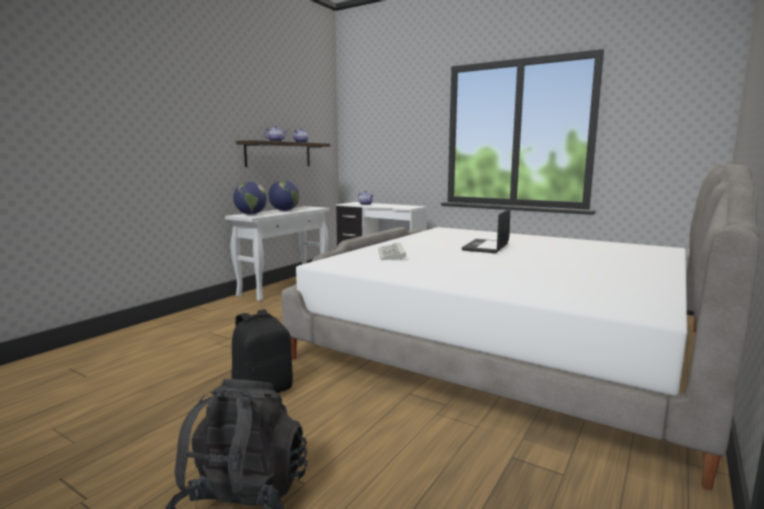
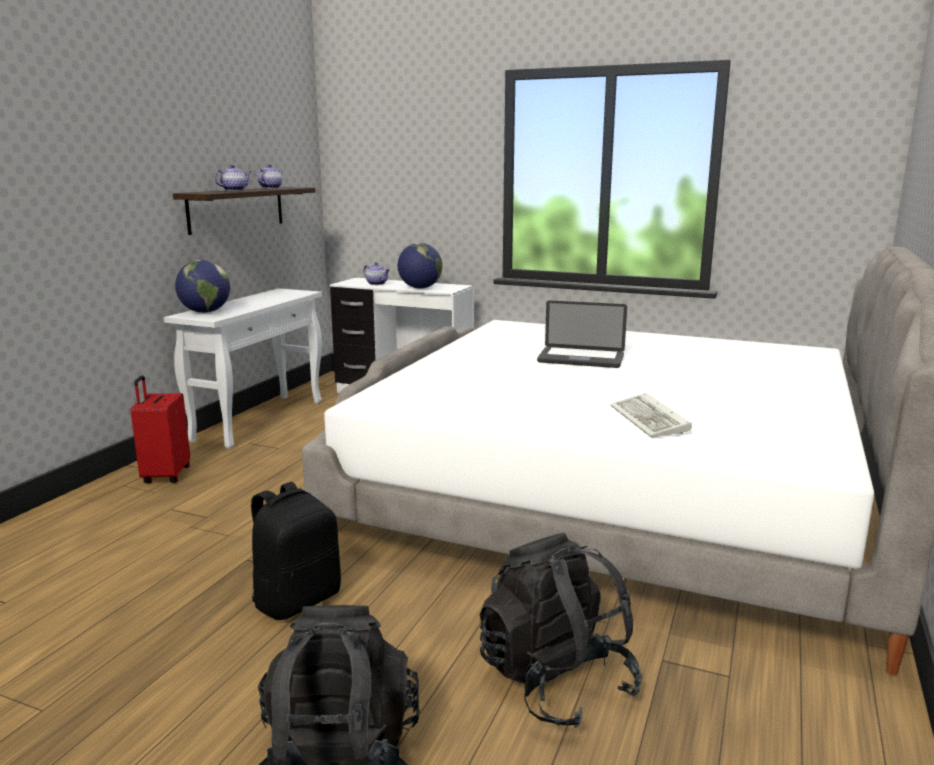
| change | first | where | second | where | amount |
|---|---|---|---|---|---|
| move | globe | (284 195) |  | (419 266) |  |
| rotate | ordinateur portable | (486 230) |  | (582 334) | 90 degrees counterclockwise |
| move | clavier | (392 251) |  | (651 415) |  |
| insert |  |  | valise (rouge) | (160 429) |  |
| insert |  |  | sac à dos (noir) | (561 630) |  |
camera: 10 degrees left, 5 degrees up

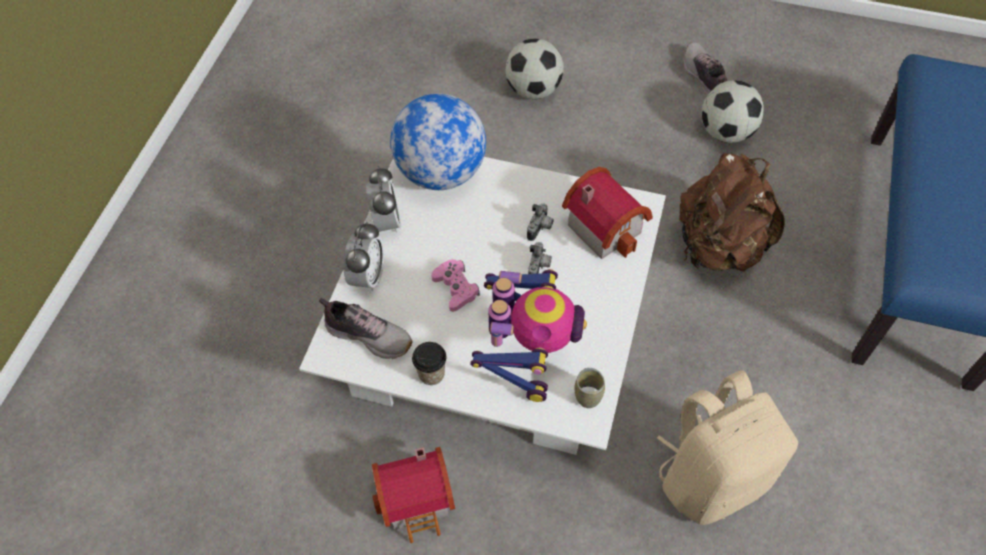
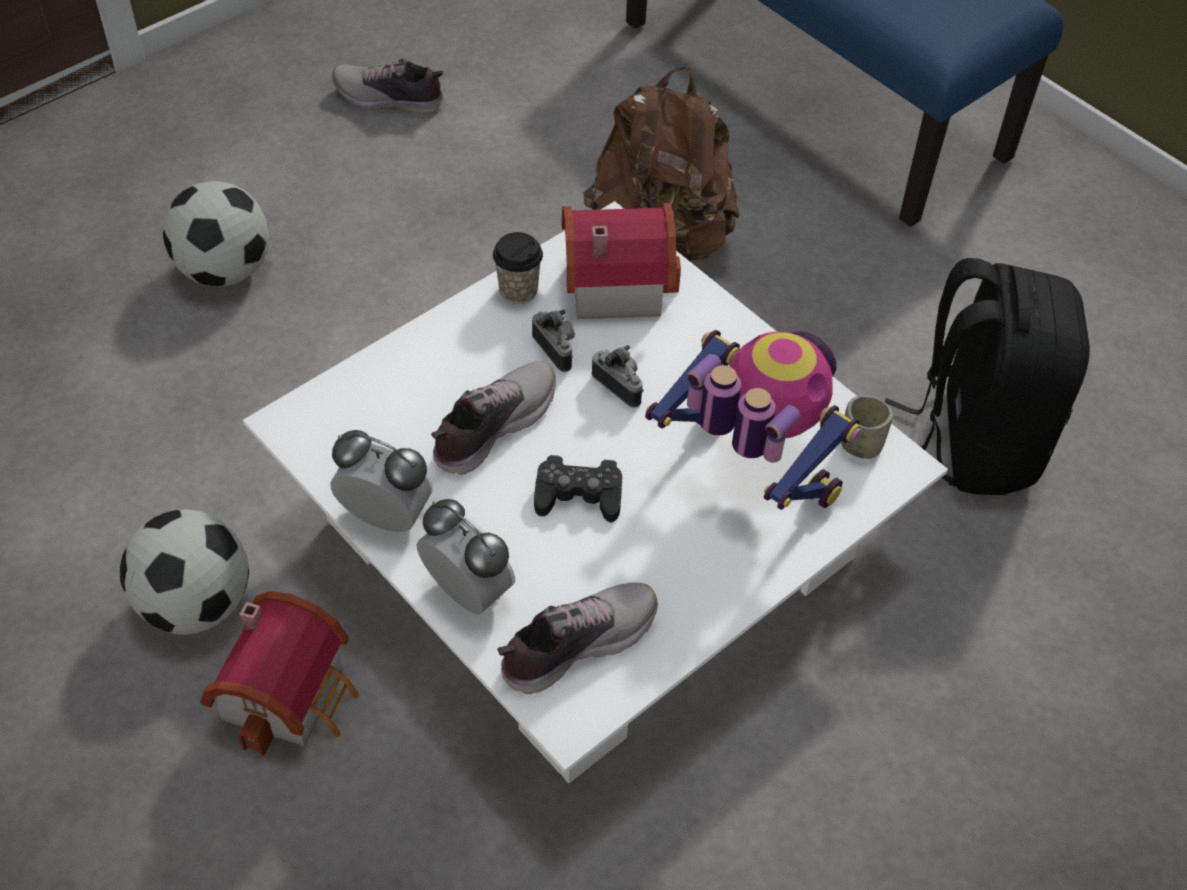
| change | first | where | second | where | amount |
|---|---|---|---|---|---|
| move | ballon de foot | (733 111) |  | (184 572) |  |
| delete | globe | (438 141) |  |  |  |
| recolor | manette (rose) | (455 285) | manette (noir) | (578 488) |  |
| move | tasse | (429 363) |  | (518 268) |  |
| recolor | sac à dos (beige) | (727 447) | sac à dos (noir) | (987 376) |  |
| move | maison miniature | (413 495) |  | (279 673) |  |
| insert |  |  | chaussure | (493 418) |  |
camera: 60 degrees left, 5 degrees down

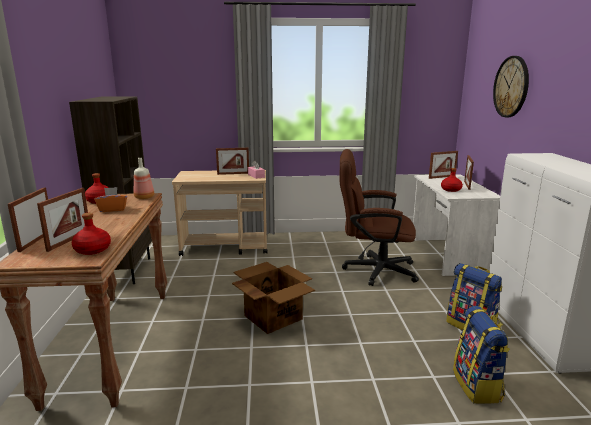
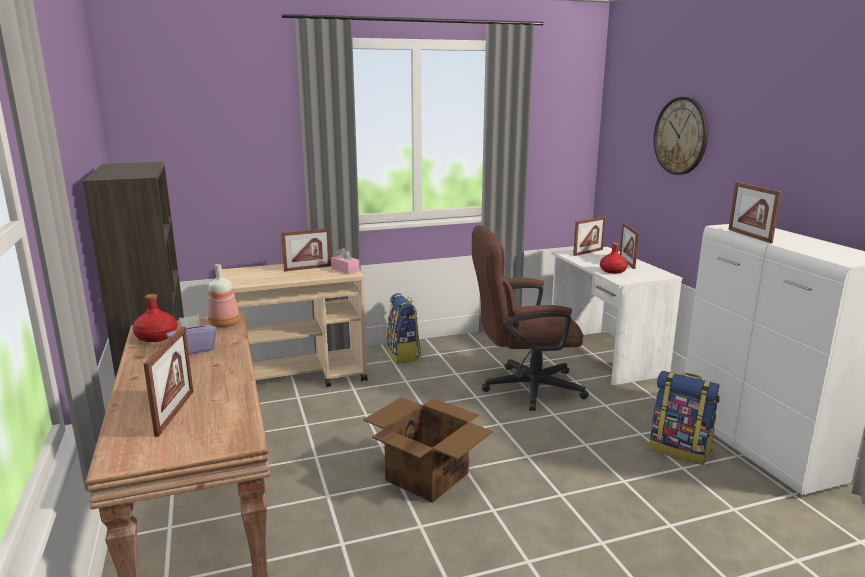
| change | first | where | second | where | amount |
|---|---|---|---|---|---|
| recolor | boîte à mouchoirs (orange) | (111 199) | boîte à mouchoirs (violet) | (191 335) |  |
| move | cadre photo | (28 220) |  | (754 212) |  |
| delete | bouteille (rouge) | (91 234) |  |  |  |
| move | sac à dos | (481 355) |  | (403 328) |  |
camera: 15 degrees left, 0 degrees up

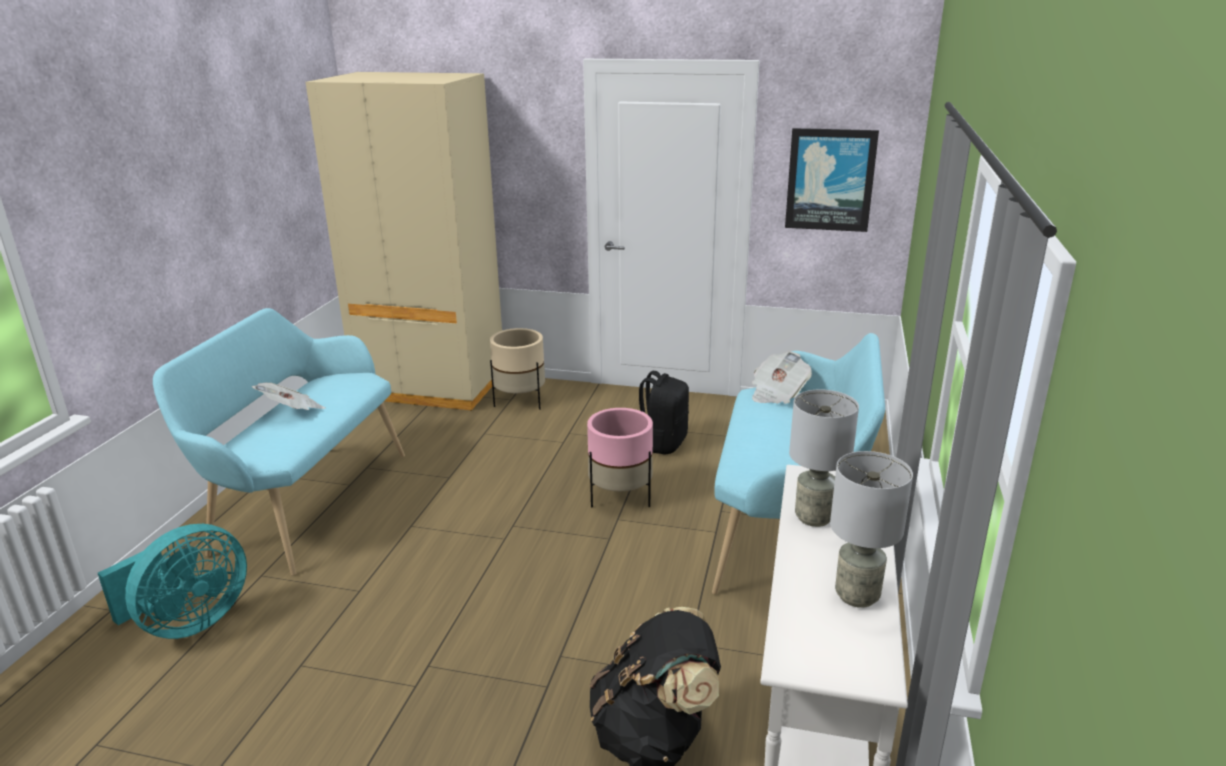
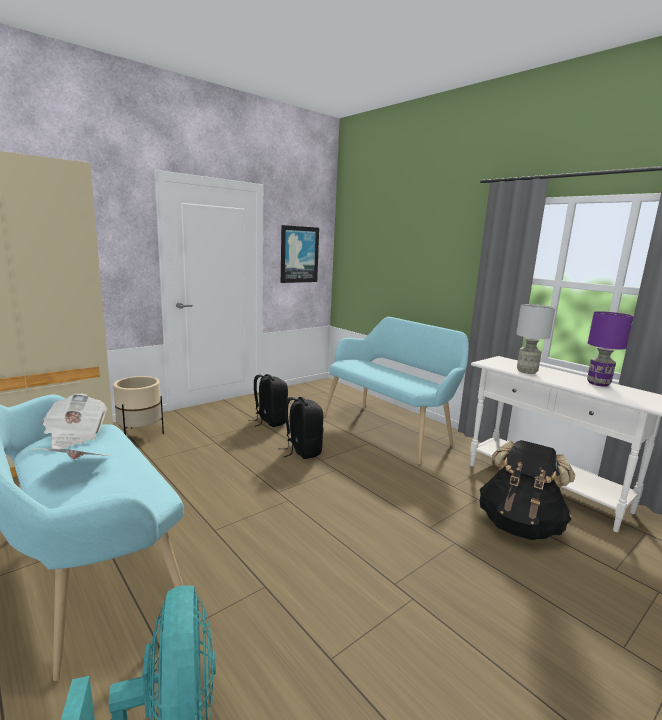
| change | first | where | second | where | amount |
|---|---|---|---|---|---|
| move | journal | (782 378) |  | (74 421) |  |
| replace | cache-pot (rose) | (620 457) | sac à dos (noir) | (301 428) |  |
| recolor | lampe de table (gris) | (871 529) | lampe de table (violet) | (610 349) |  |
camera: 55 degrees left, 10 degrees down

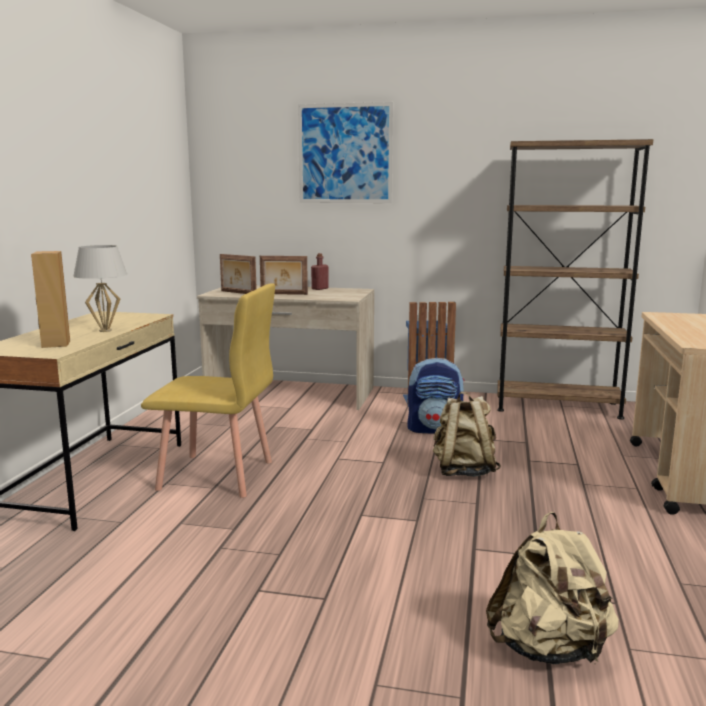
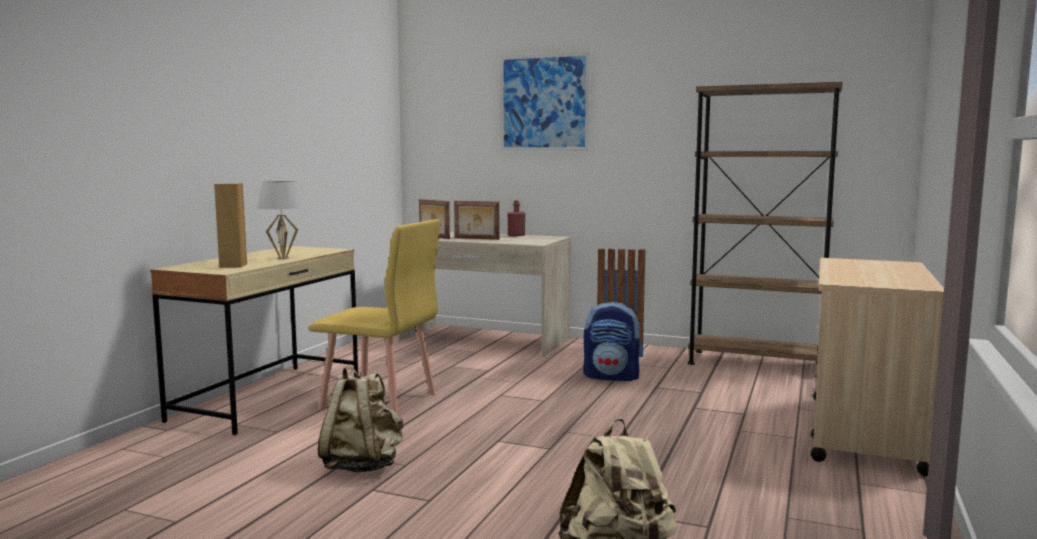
| change | first | where | second | where | amount |
|---|---|---|---|---|---|
| move | sac à dos (beige) | (467 434) |  | (360 419) |  |
camera: 10 degrees right, 5 degrees down

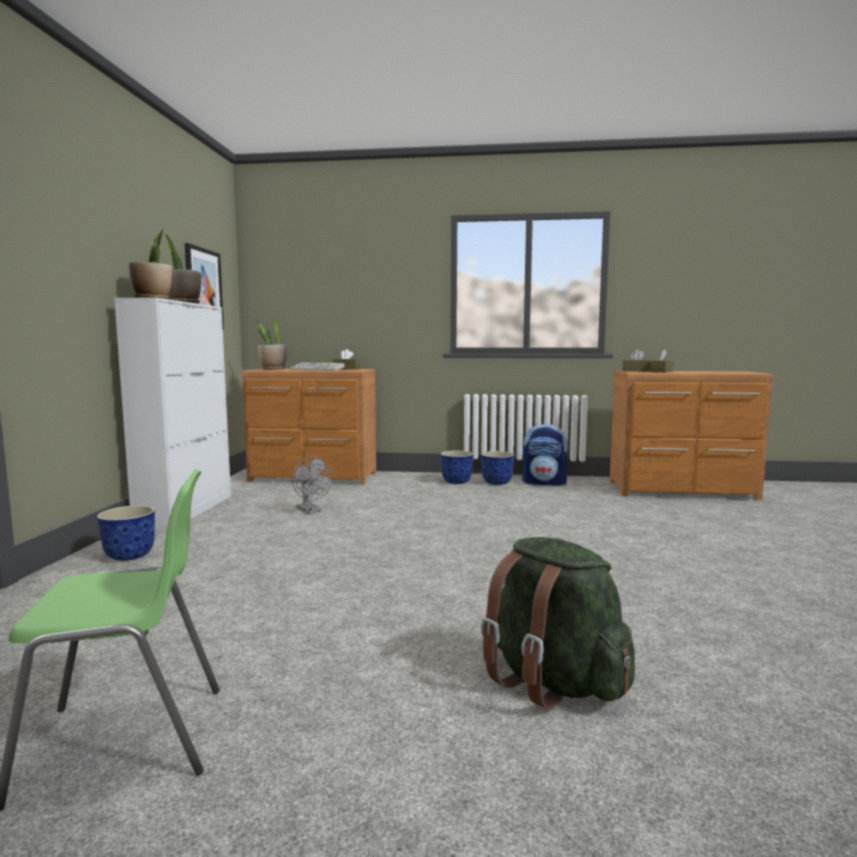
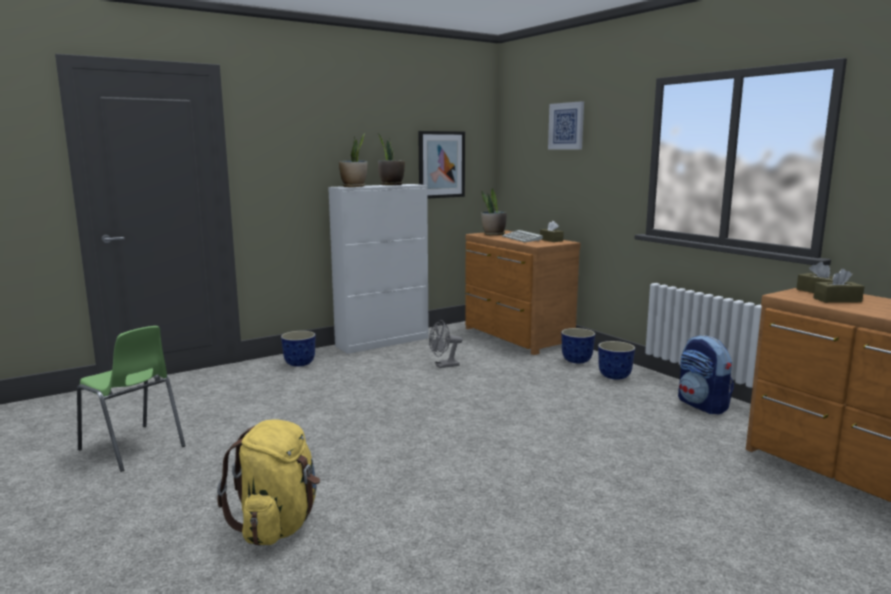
| change | first | where | second | where | amount |
|---|---|---|---|---|---|
| move | cache-pot | (497 468) |  | (578 346) |  |
| rotate | ventilateur (gris) | (312 485) |  | (445 344) | 60 degrees clockwise |
| recolor | sac à dos (vert) | (558 623) | sac à dos (jaune) | (268 482) |  |
| insert |  |  | tableau | (566 125) |  |
camera: 50 degrees right, 5 degrees up

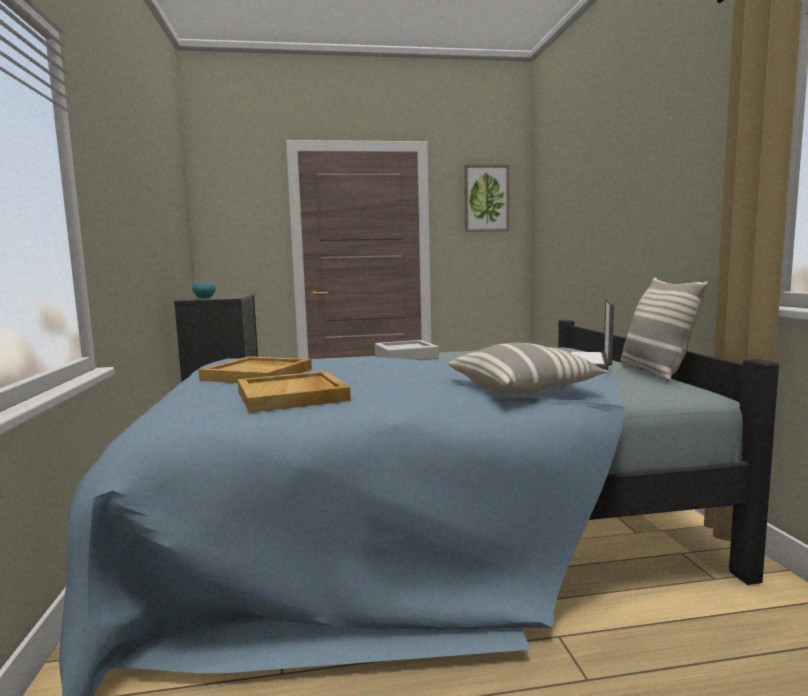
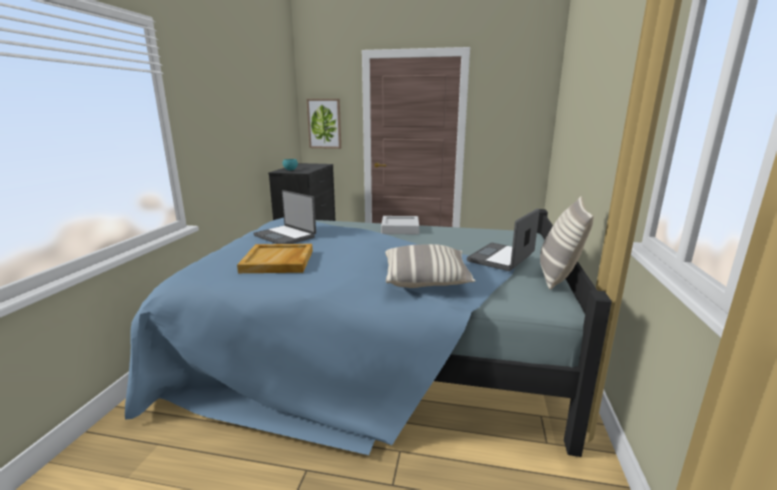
| change | first | where | second | where | amount |
|---|---|---|---|---|---|
| move | tableau | (486 198) |  | (324 124) |  |
| replace | plateau (beige) | (255 369) | ordinateur portable | (284 217) |  |
camera: 20 degrees right, 10 degrees up

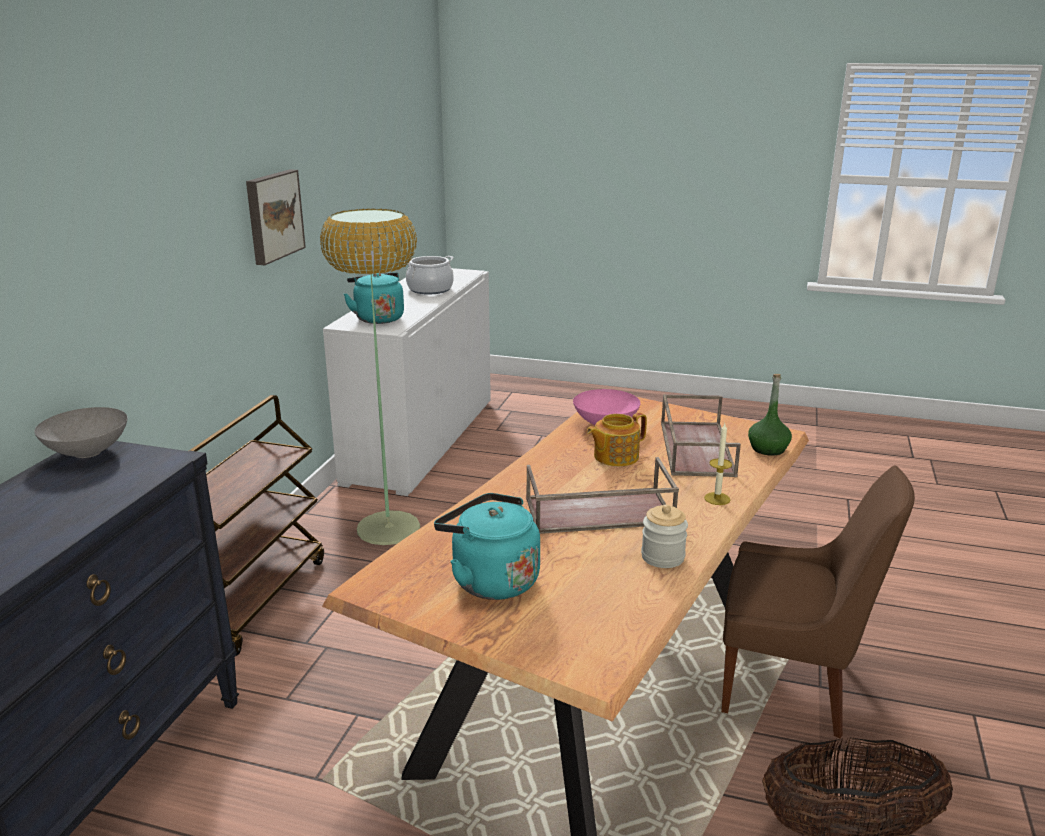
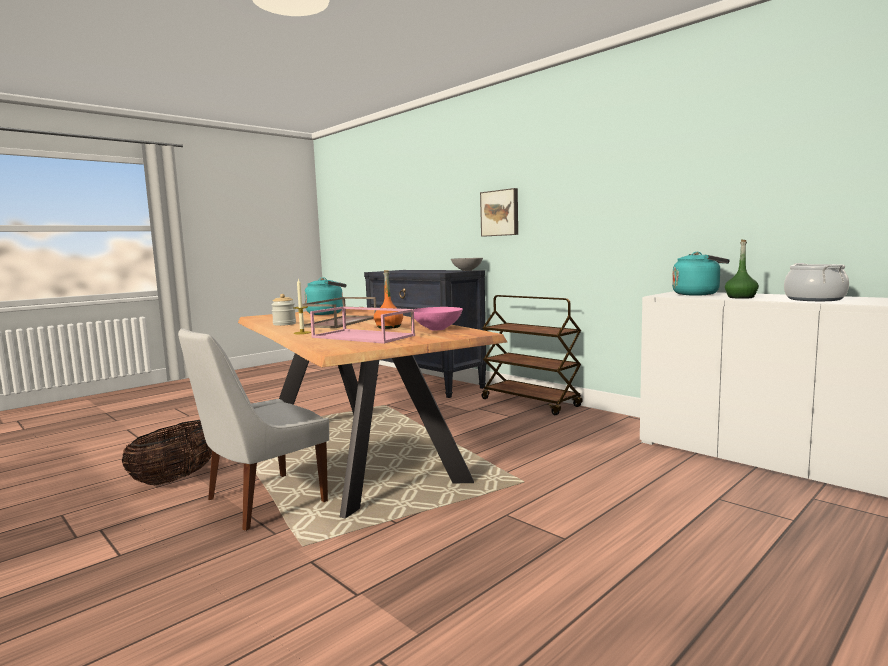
| change | first | where | second | where | amount |
|---|---|---|---|---|---|
| move | tableau | (276 217) |  | (499 212) |  |
| delete | lampadaire | (370 377) |  |  |  |
| move | bouteille (vert) | (770 415) |  | (742 269) |  |
| recolor | plateau (marron) | (701 435) | plateau (rose) | (362 325) |  |
| replace | théière | (617 440) | bouteille (orange) | (388 299) |  |
| recolor | chaise (marron) | (818 601) | chaise (blanc) | (253 429) |  |
camera: 120 degrees right, 15 degrees down

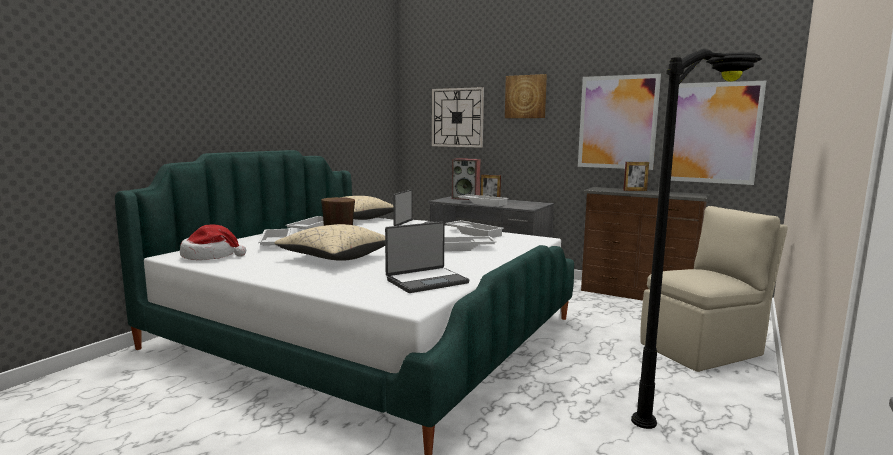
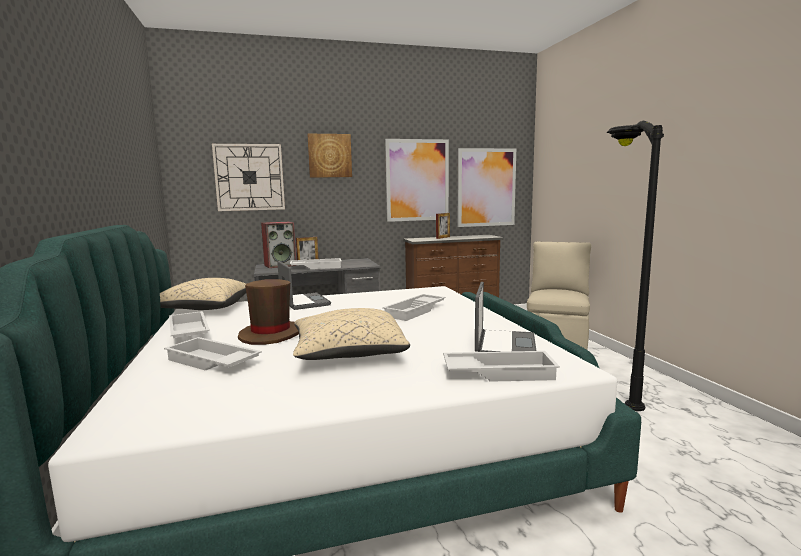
| change | first | where | second | where | amount |
|---|---|---|---|---|---|
| move | plateau (blanc) | (474 229) |  | (501 366) |  |
| delete | chapeau | (213 242) |  |  |  |
camera: 45 degrees left, 0 degrees up

